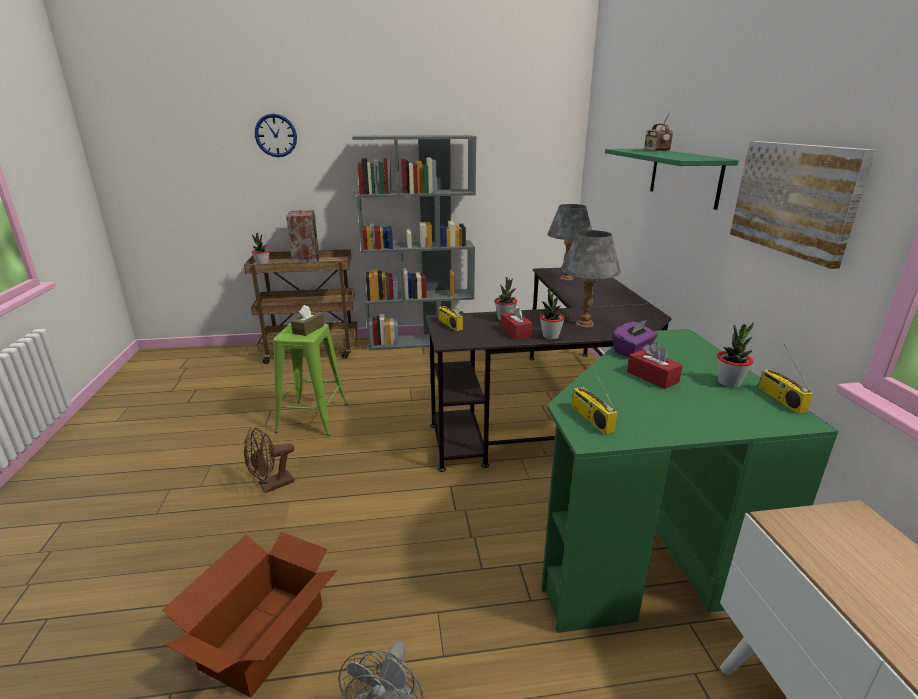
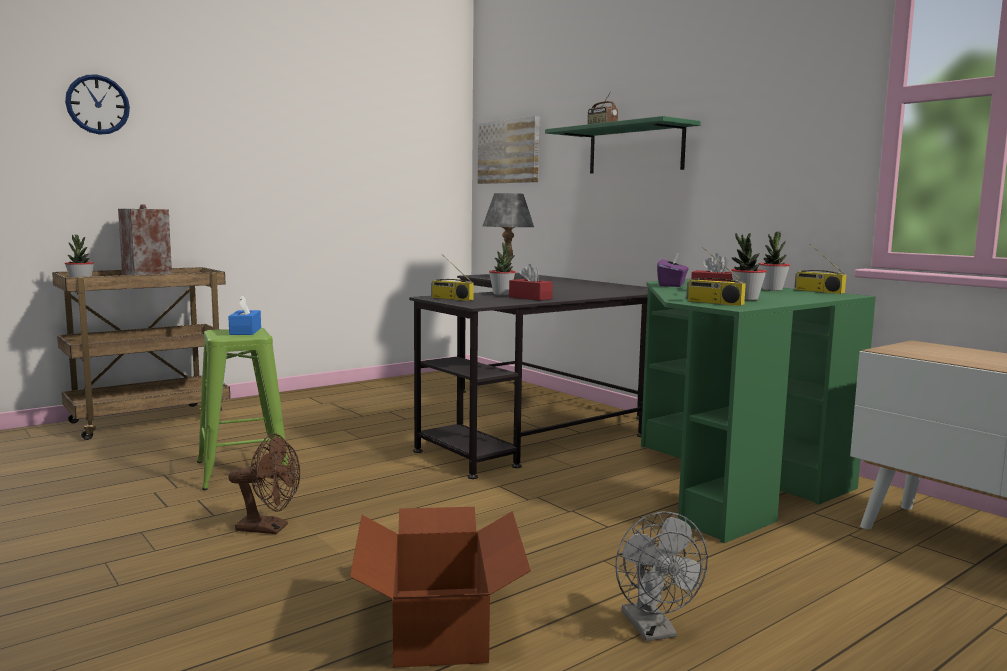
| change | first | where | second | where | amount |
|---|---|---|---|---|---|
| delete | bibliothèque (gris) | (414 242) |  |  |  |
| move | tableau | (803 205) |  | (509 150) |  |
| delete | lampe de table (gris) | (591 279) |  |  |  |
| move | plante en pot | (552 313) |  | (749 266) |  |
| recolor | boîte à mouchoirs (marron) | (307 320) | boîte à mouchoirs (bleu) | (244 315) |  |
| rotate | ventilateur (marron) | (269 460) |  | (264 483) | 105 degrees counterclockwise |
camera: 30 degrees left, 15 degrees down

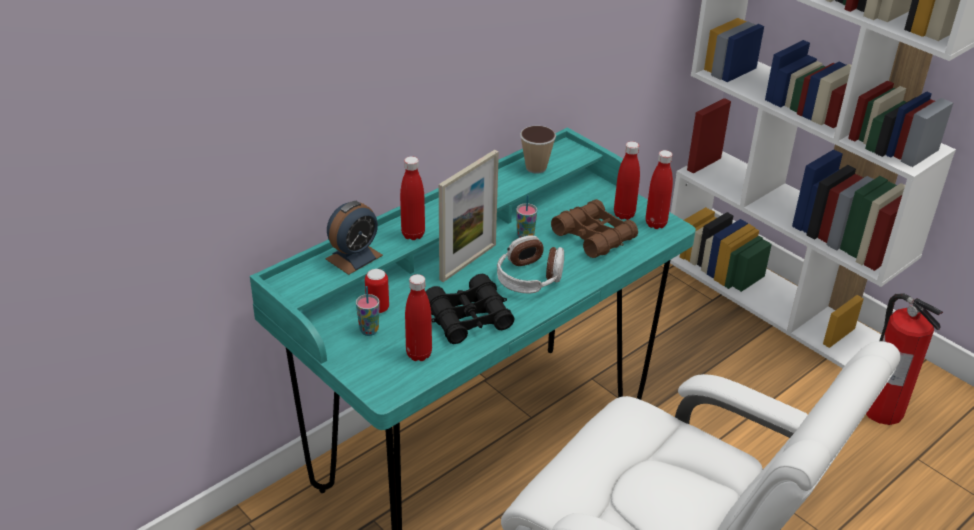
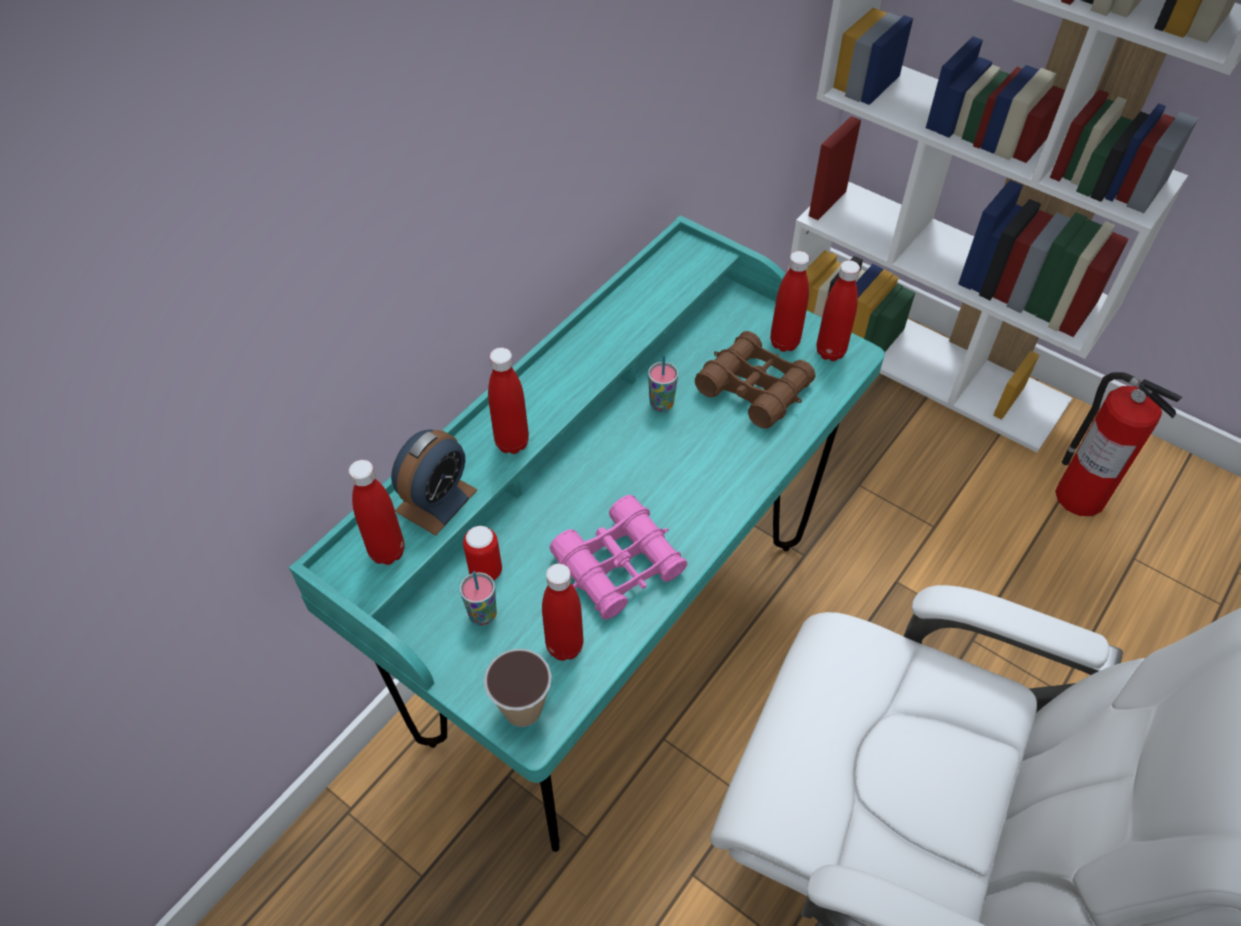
| change | first | where | second | where | amount |
|---|---|---|---|---|---|
| move | tasse | (538 149) |  | (518 688) |  |
| delete | cadre photo | (469 216) |  |  |  |
| delete | casque audio | (530 264) |  |  |  |
| recolor | jumelles (noir) | (470 309) | jumelles (rose) | (618 557) |  |
| insert |  |  | bouteille (rouge) | (377 512) |  |
camera: 10 degrees left, 15 degrees up

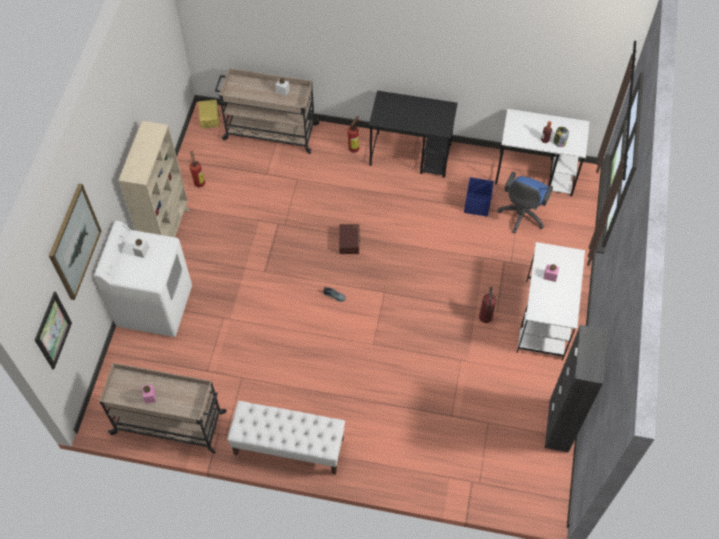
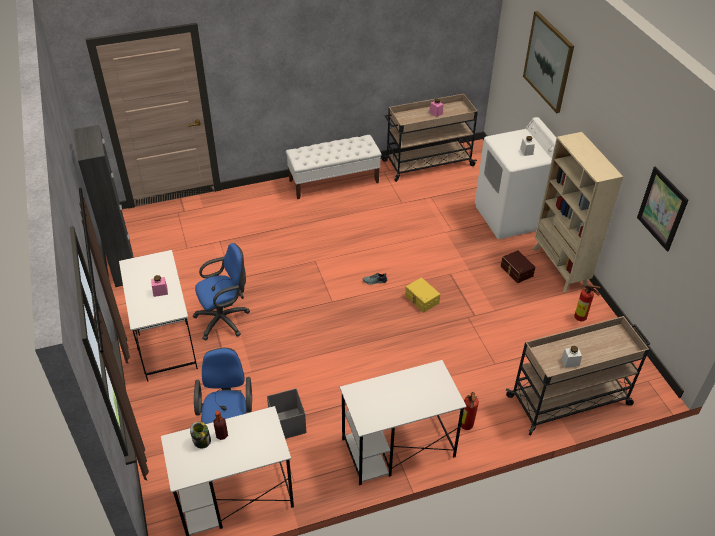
| change | first | where | second | where | amount |
|---|---|---|---|---|---|
| recolor | bureau (noir) | (413 134) | bureau (blanc) | (403 422) |  |
| move | boîte de rangement (jaune) | (209 114) |  | (422 295) |  |
| recolor | boîte de rangement (bleu) | (479 197) | boîte de rangement (gris) | (286 413) |  |
| move | boîte de rangement (marron) | (350 239) |  | (518 266) |  |
| replace | extincteur | (488 305) | chaise de bureau (bleu) | (221 292) |  |
| move | tableau | (53 331) |  | (662 209) |  |
camera: 150 degrees right, 15 degrees down

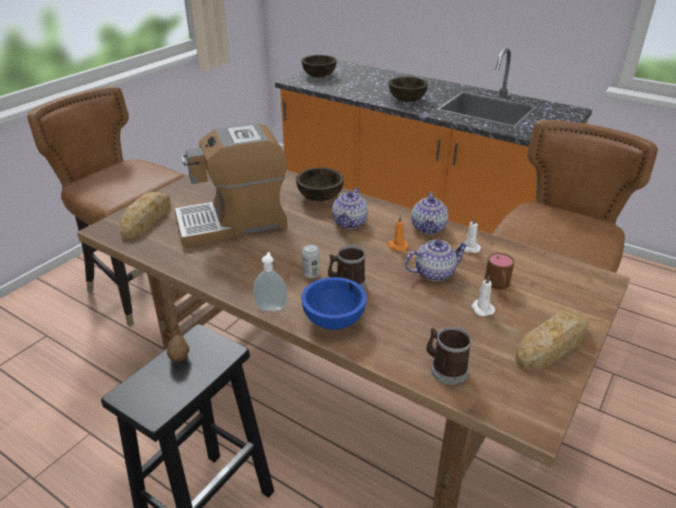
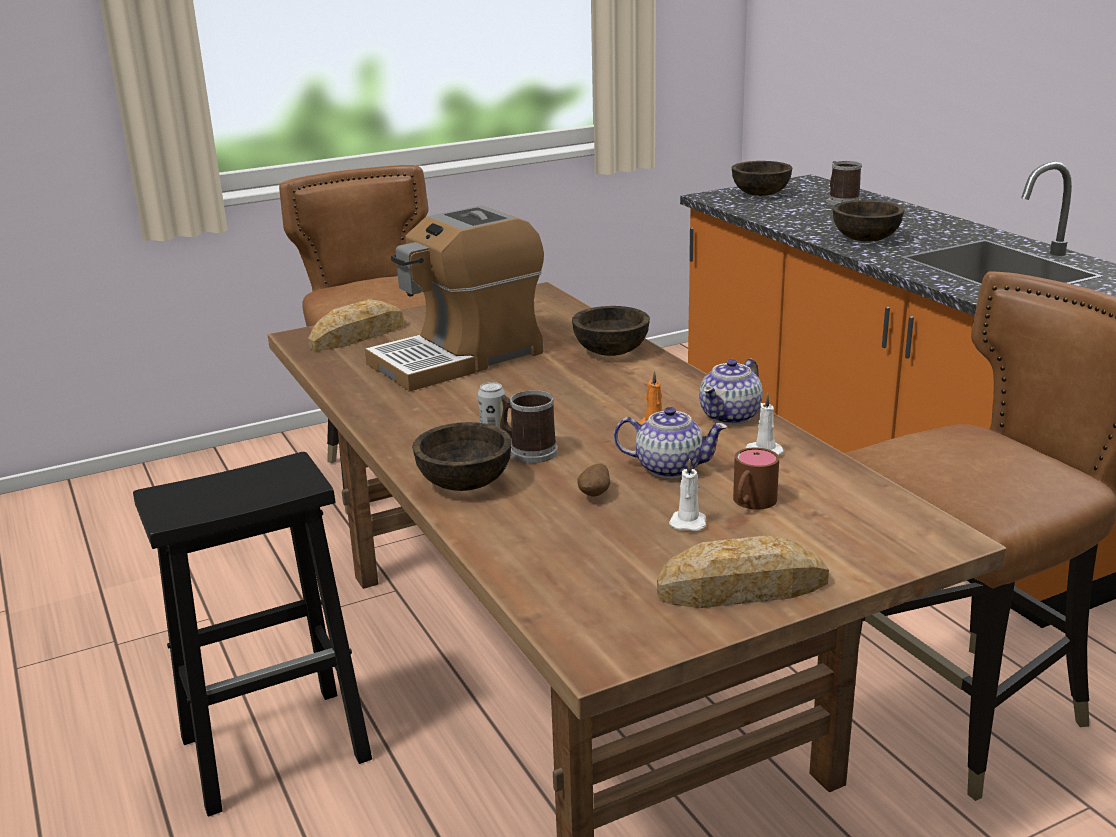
| change | first | where | second | where | amount |
|---|---|---|---|---|---|
| rotate | machine à café | (230 185) |  | (454 298) | 45 degrees counterclockwise |
| delete | théière | (350 208) |  |  |  |
| delete | distributeur de savon | (270 281) |  |  |  |
| recolor | bol (bleu) | (334 303) | bol (marron) | (462 456) |  |
| move | mug | (449 356) |  | (845 183) |  |
| move | pomme de terre | (178 348) |  | (593 480) |  |
camera: 30 degrees right, 10 degrees down

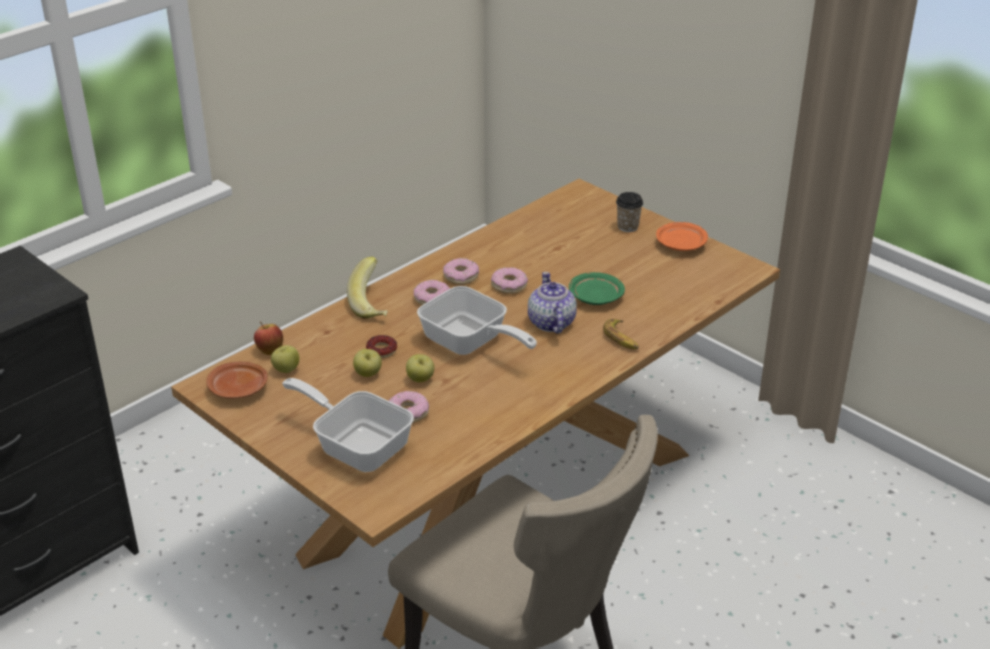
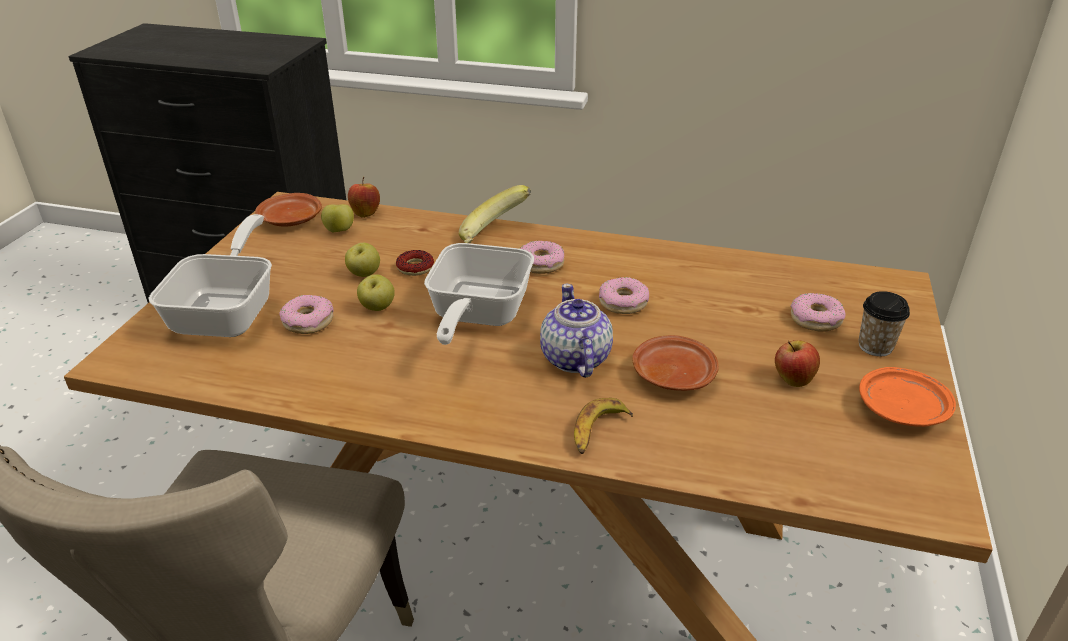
| change | first | where | second | where | amount |
|---|---|---|---|---|---|
| move | beignet | (461 271) |  | (818 312) |  |
| rotate | théière | (552 303) |  | (576 331) | 60 degrees counterclockwise |
| recolor | assiette (vert) | (597 288) | assiette (marron) | (675 363) |  |
| insert |  |  | pomme | (797 363) |  |
camera: 60 degrees right, 0 degrees up

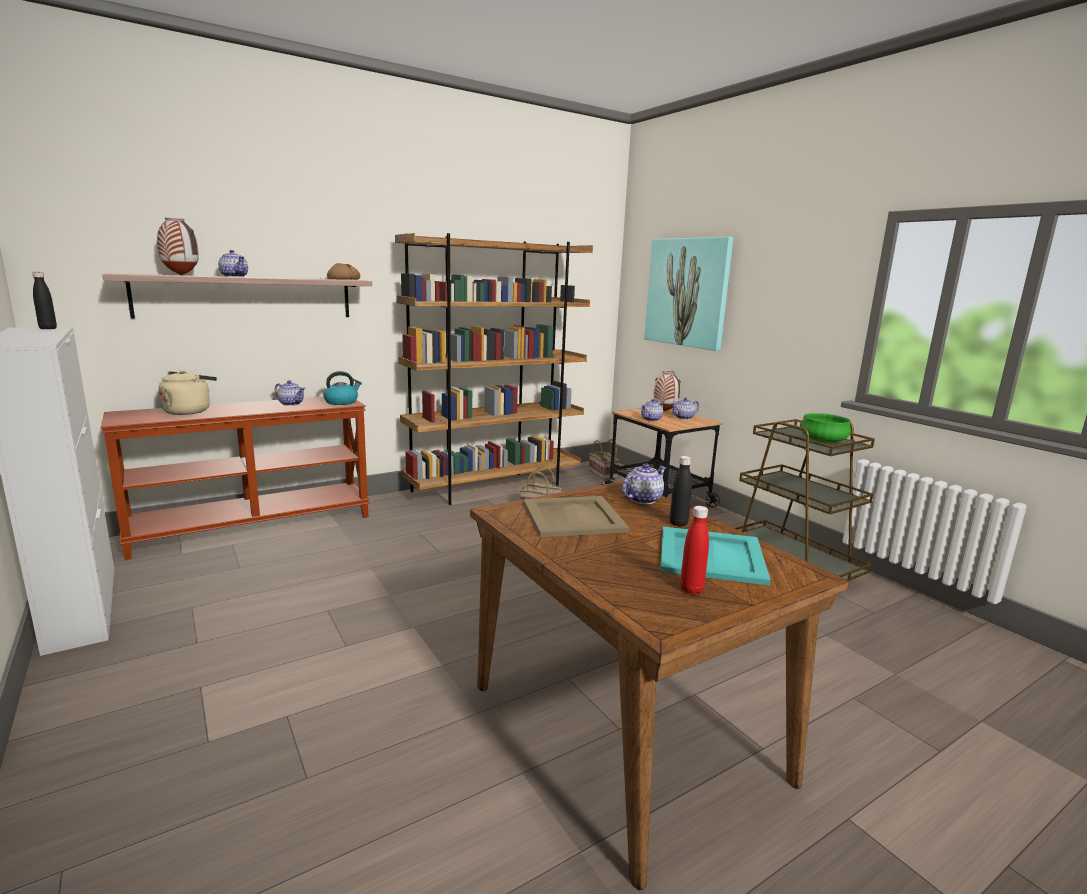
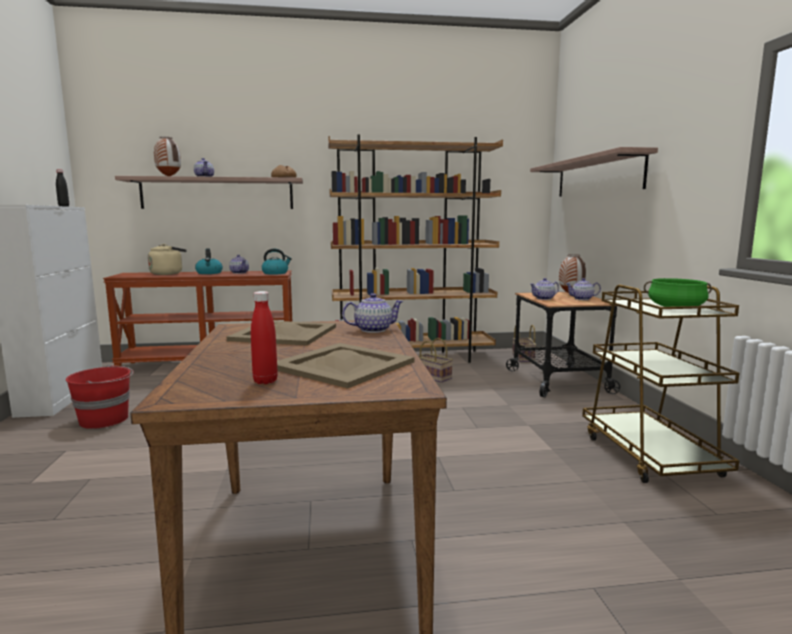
| change | first | where | second | where | amount |
|---|---|---|---|---|---|
| replace | tableau | (688 294) | étagère | (594 172) |  |
| delete | bouteille (noir) | (681 491) |  |  |  |
| recolor | plateau (turquoise) | (715 556) | plateau (beige) | (346 365) |  |
| insert |  |  | bouilloire | (209 261) |  |
| insert |  |  | seau (rouge) | (100 397) |  |
camera: 25 degrees right, 5 degrees down

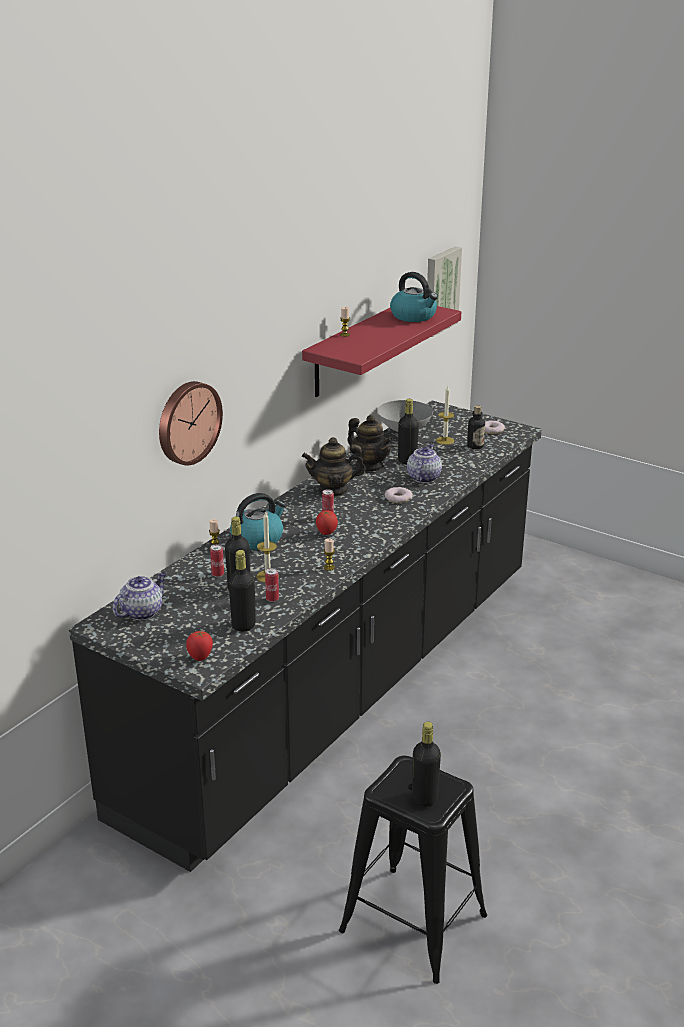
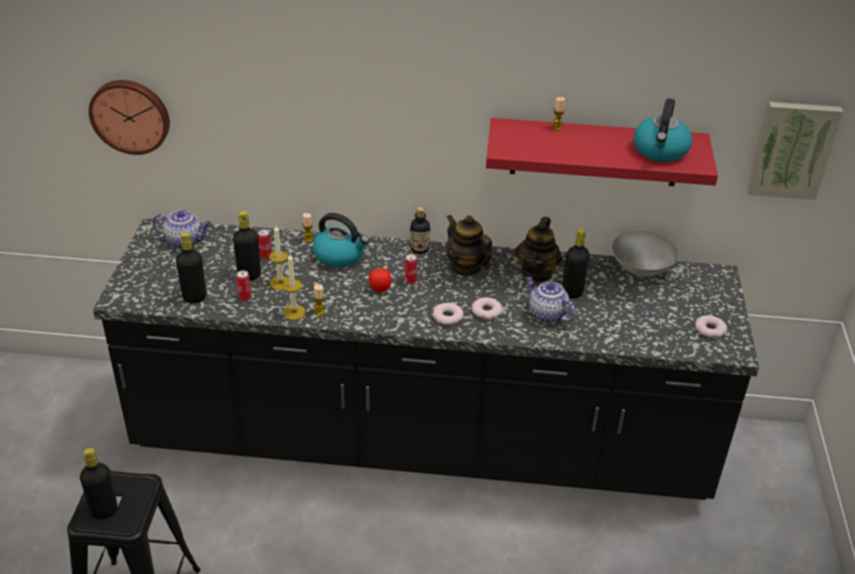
| change | first | where | second | where | amount |
|---|---|---|---|---|---|
| move | horloge murale | (191 423) |  | (129 117) |  |
| move | bougie | (445 415) |  | (294 287) |  |
| move | bouteille | (476 427) |  | (420 230) |  |
| rotate | théière | (424 463) |  | (551 299) | 120 degrees counterclockwise |
| delete | tomate | (199 646) |  |  |  |
| insert |  |  | beignet | (448 314) |  |
camera: 60 degrees right, 10 degrees up

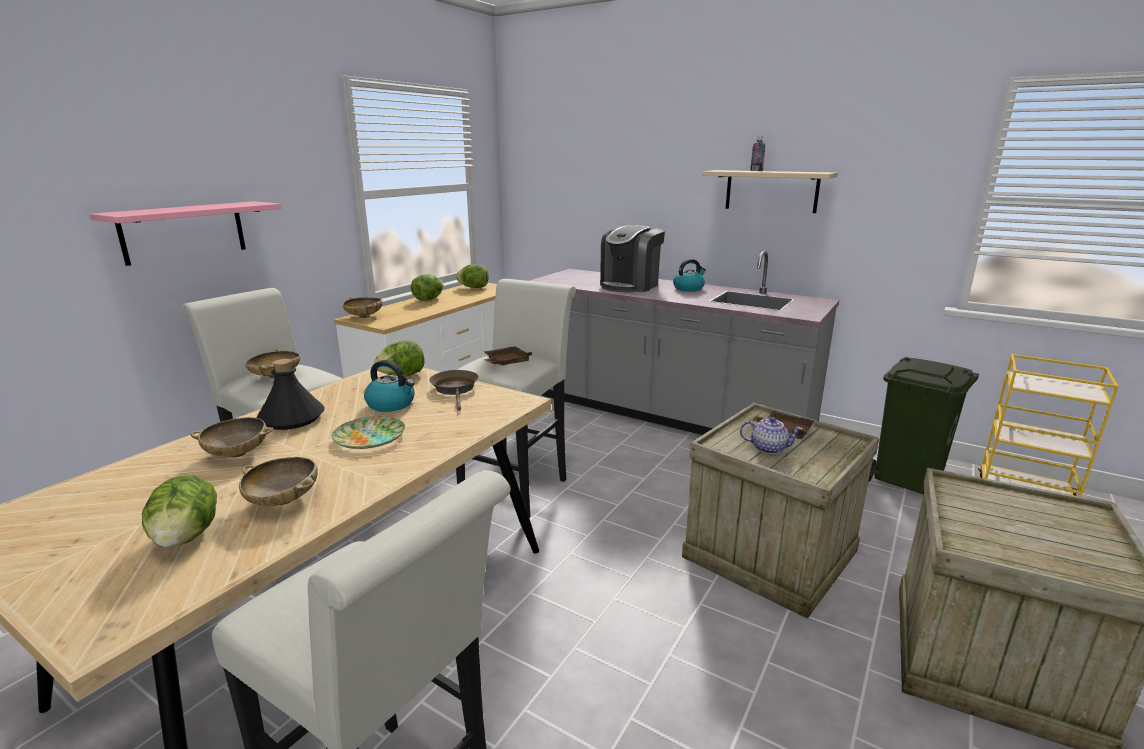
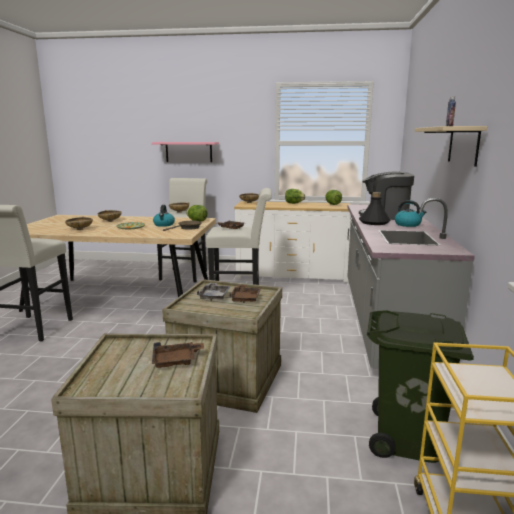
| change | first | where | second | where | amount |
|---|---|---|---|---|---|
| move | bouteille (noir) | (291 394) |  | (375 208) |  |
| replace | théière | (771 435) | plateau (gris) | (214 292) |  |
| delete | laitue | (179 511) |  |  |  |
| insert |  |  | plateau (marron) | (178 355) |  |
camera: 65 degrees right, 5 degrees down

